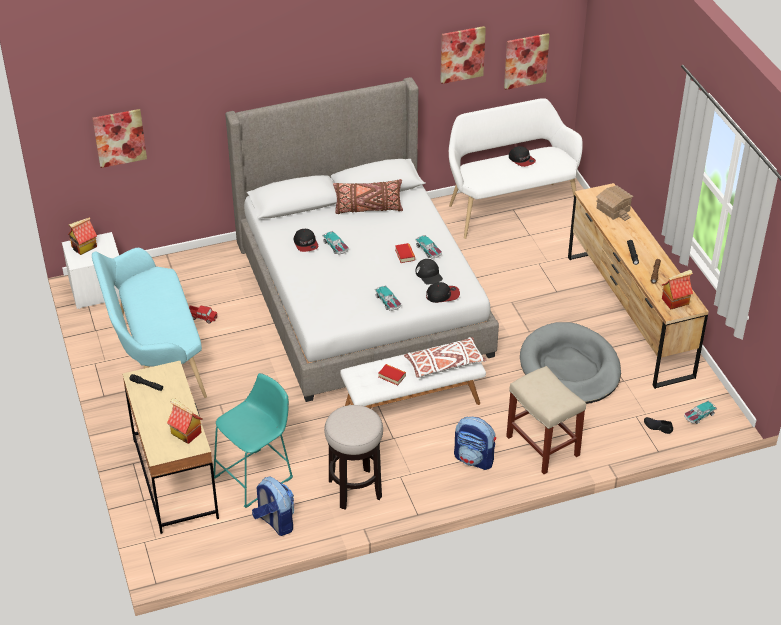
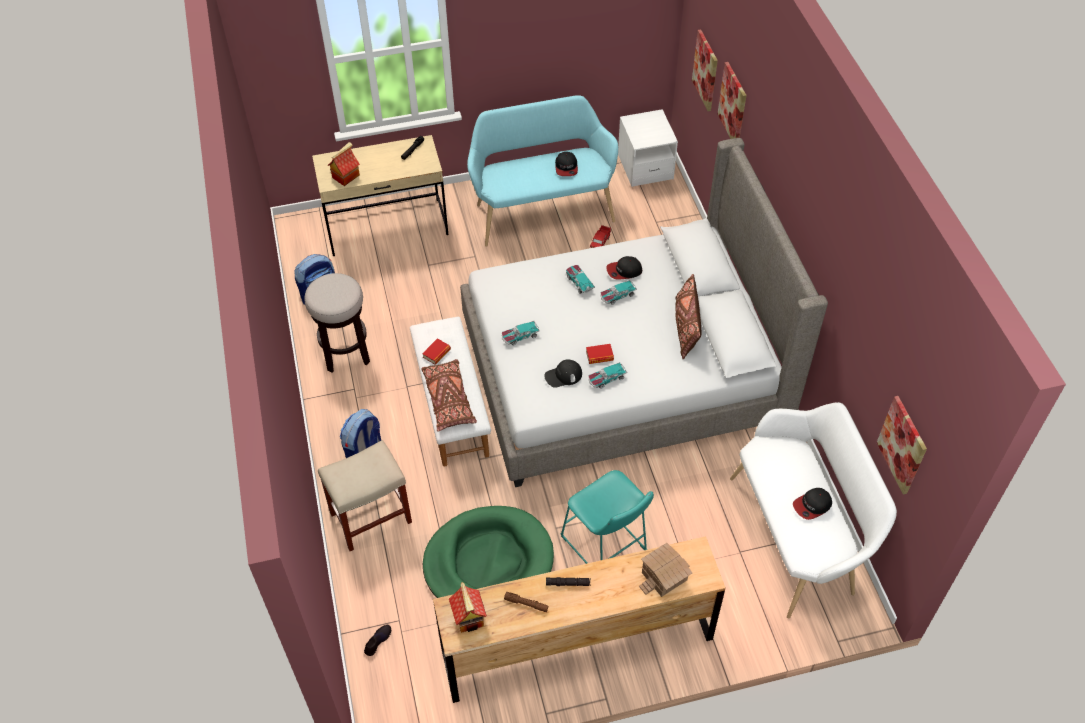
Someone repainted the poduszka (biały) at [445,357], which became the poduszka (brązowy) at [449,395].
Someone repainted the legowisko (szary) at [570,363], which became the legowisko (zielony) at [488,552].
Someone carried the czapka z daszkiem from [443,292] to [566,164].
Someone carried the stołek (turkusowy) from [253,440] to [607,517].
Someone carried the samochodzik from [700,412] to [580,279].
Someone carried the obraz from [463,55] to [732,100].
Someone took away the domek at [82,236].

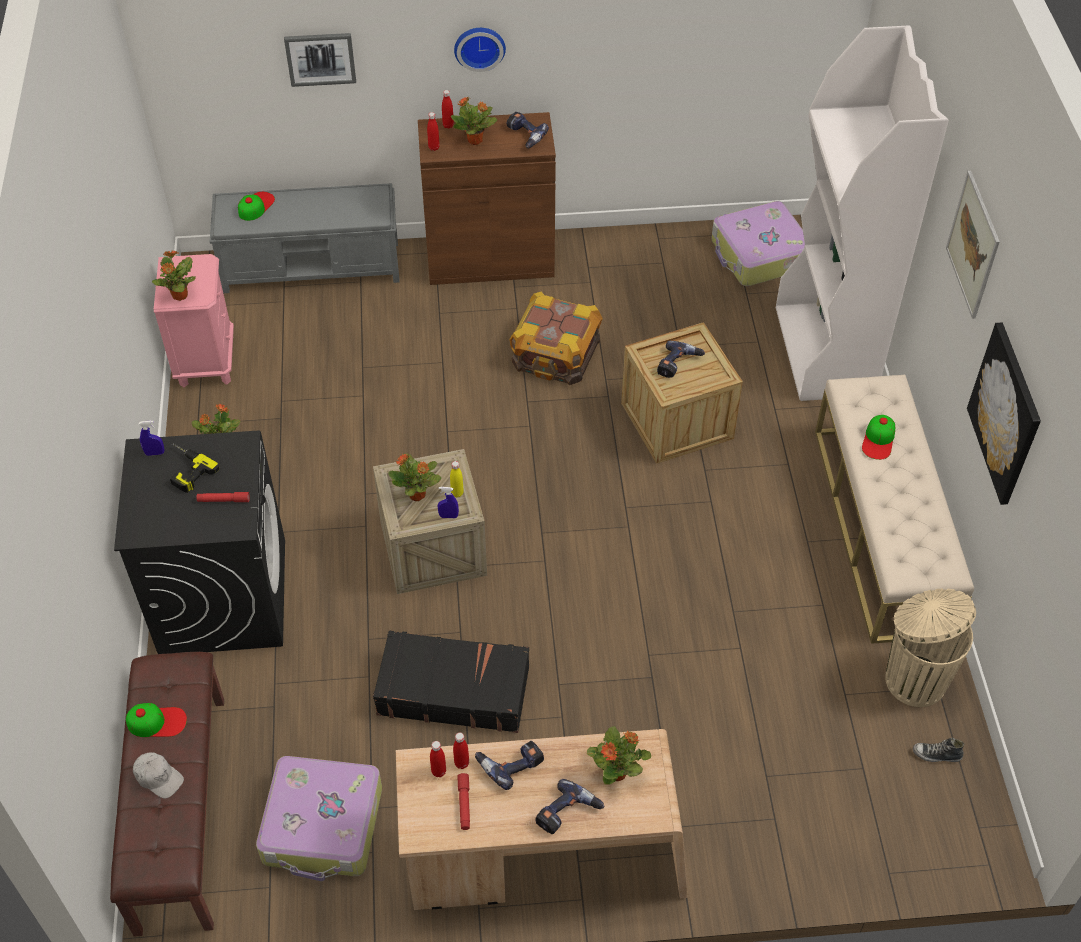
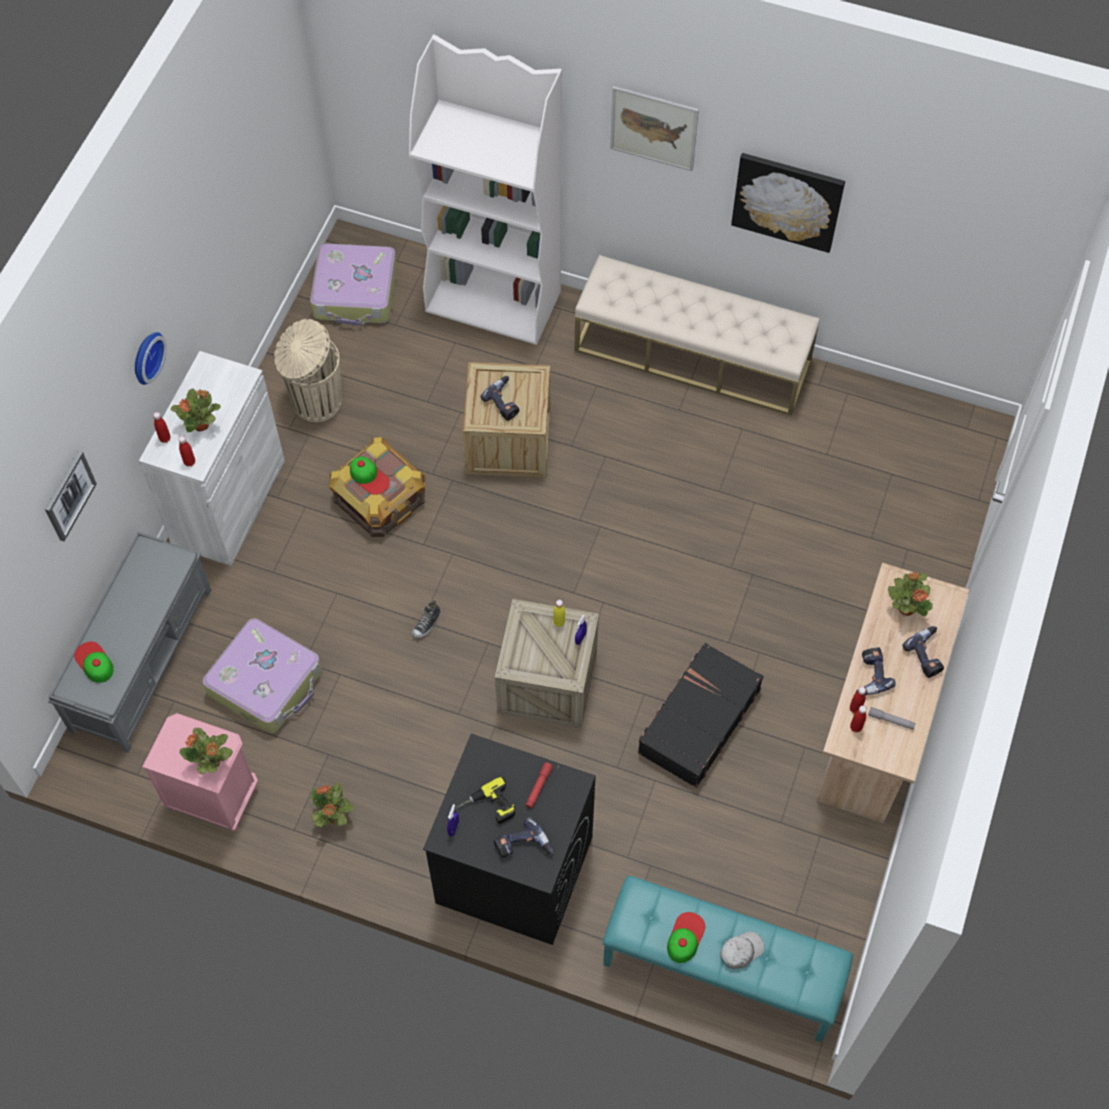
Someone repainted the szafka (brązowy) at [487,198], which became the szafka (biały) at [212,458].
Someone carried the walizka from [319,818] to [262,675].
Someone carried the kosz na śmieci (beżowy) from [930,647] to [308,370].
Someone carried the czapka z daszkiem from [878,437] to [370,476].
Someone carried the but from [939,750] to [426,619].
Someone carried the wiertarka from [528,130] to [524,837].
Someone repainted the ławka (brązowy) at [167,794], which became the ławka (turkusowy) at [728,959].
Someone repainted the latarka (czerwony) at [463,801], which became the latarka (szary) at [892,718].
Someone took away the roślina doniczkowa at [414,477].

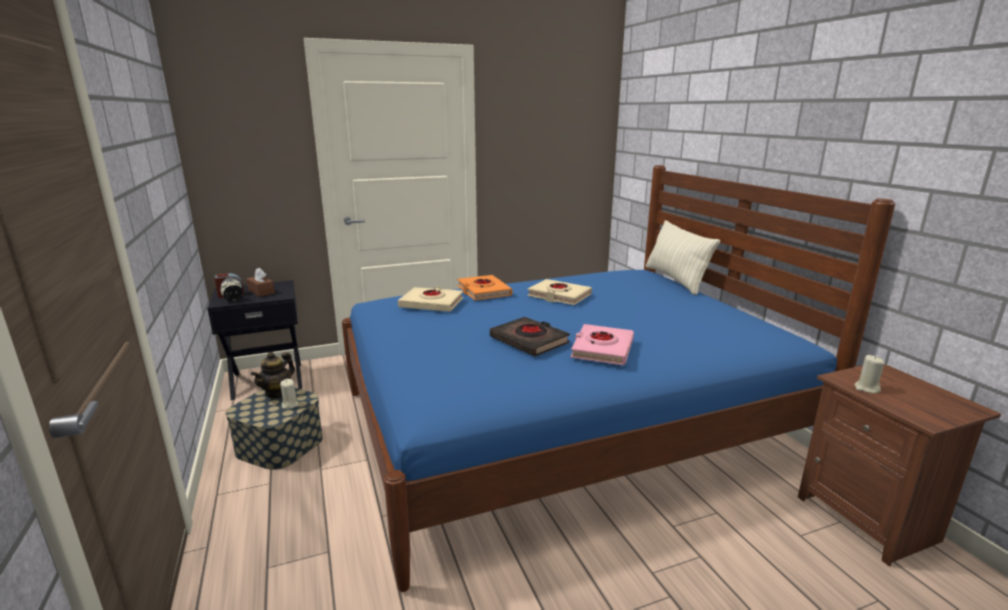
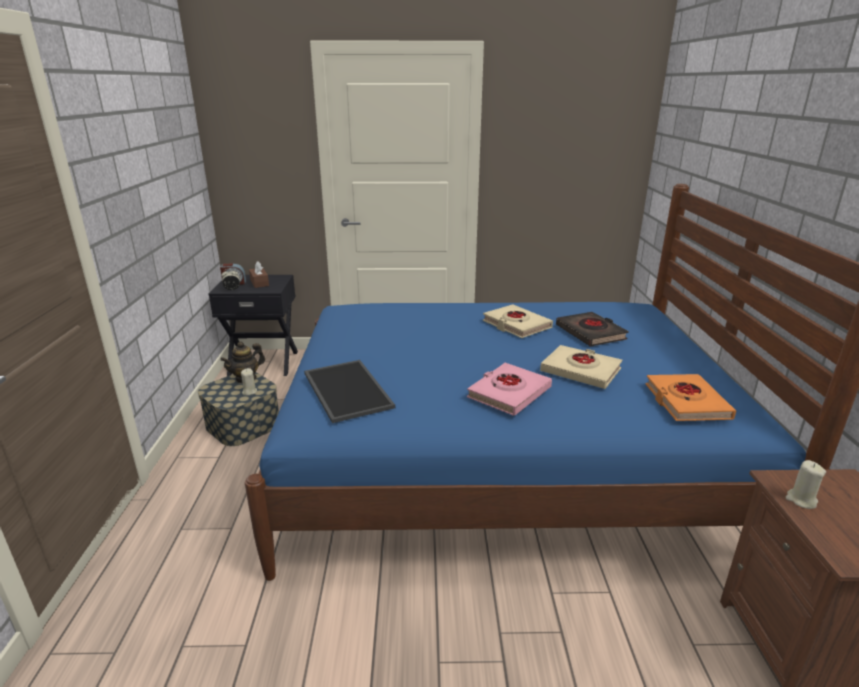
Someone put down the taca at [349,391].
Someone carried the książka (beżowy) from [430,299] to [581,367].
Someone carried the książka (czarny) from [530,337] to [592,329].
Someone carried the książka (pomarańczowy) from [485,288] to [691,397].
Someone took away the poduszka (beżowy) at [683,257].

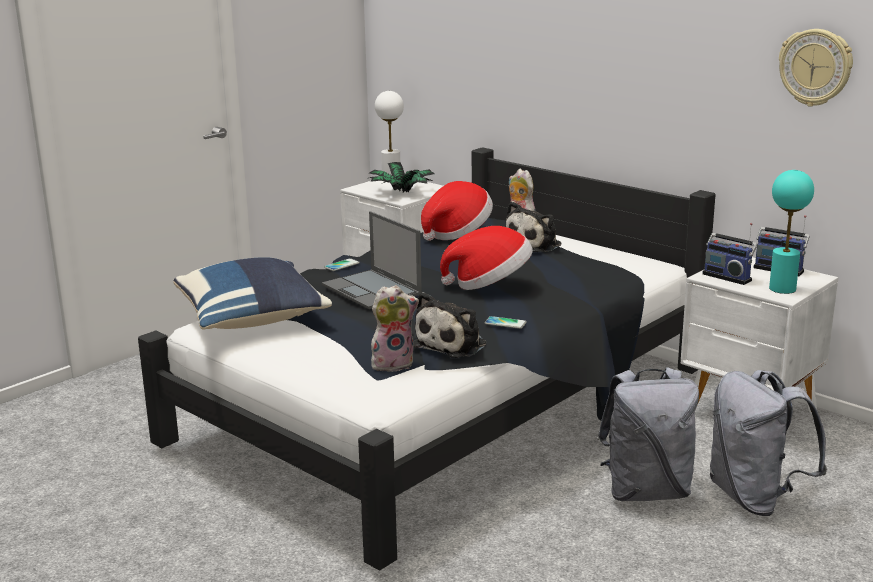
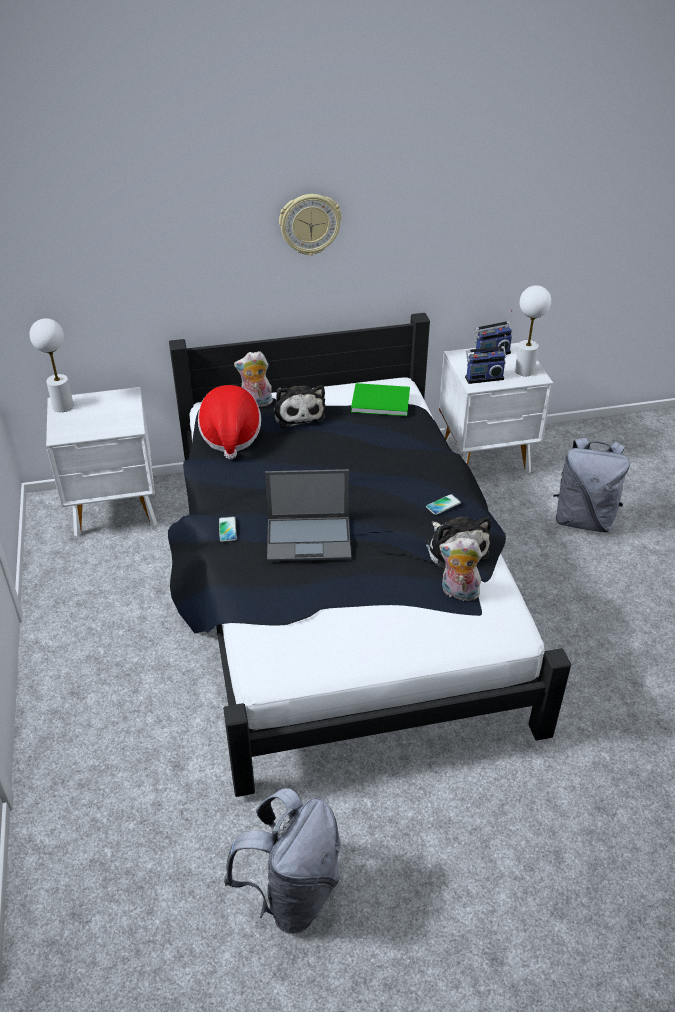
Someone carried the plecak (szary) from [648,434] to [282,861].
Someone carried the zegar ścienny from [816,68] to [310,225].
Someone put down the książka (zielony) at [380,399].
Someone rotated the pluszak at [395,328] by 90 degrees counterclockwise.
Someone repainted the lampa stołowa (turkusowy) at [791,232], which became the lampa stołowa (biały) at [533,330].
Someone took away the poduszka (niebieski) at [252,293].
Someone took away the roślina doniczkowa at [402,177].
Someone took away the kapelusz at [486,258].

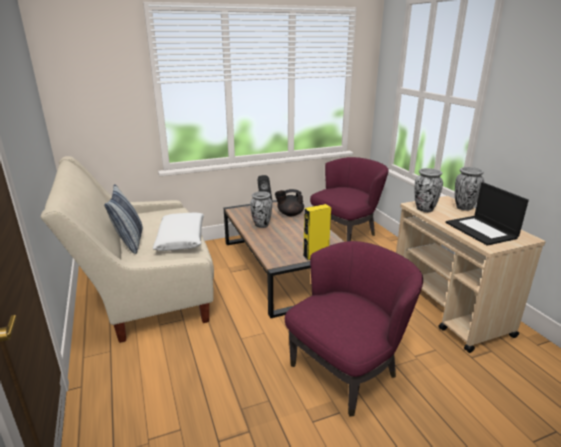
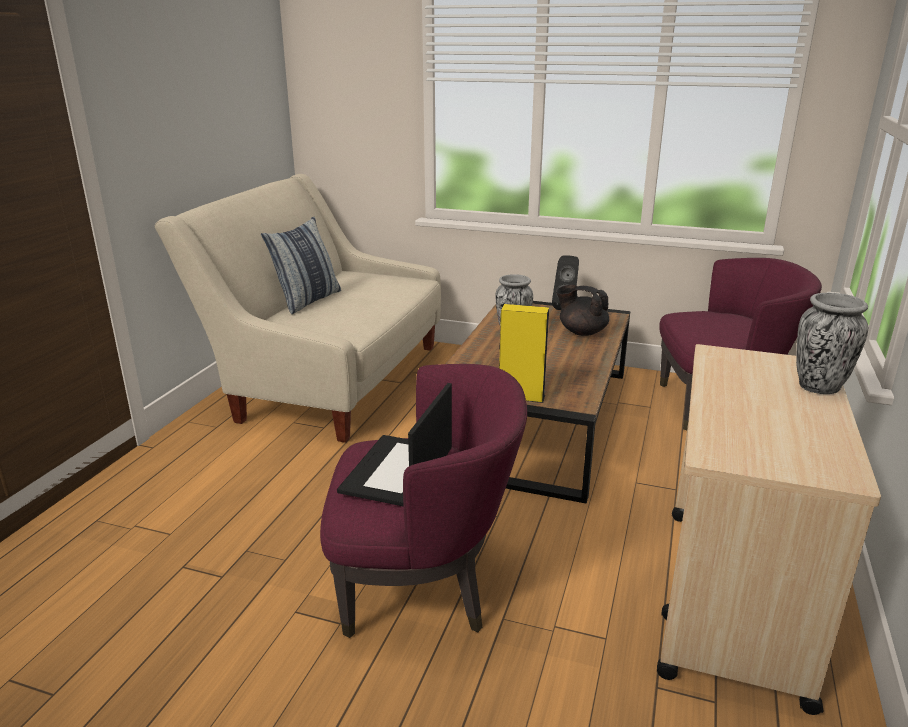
Someone carried the laptop from [487,214] to [394,445].
Someone took away the poduszka (biały) at [178,232].
Someone took away the wazon at [429,190].

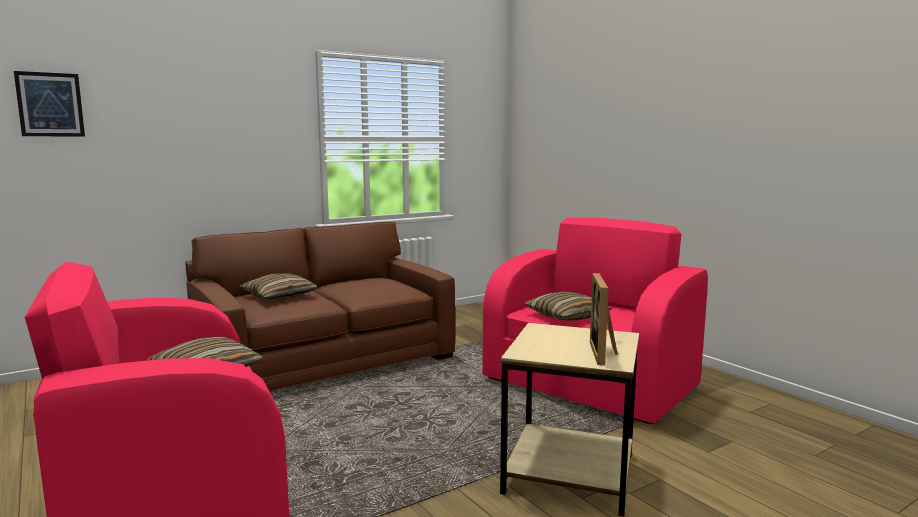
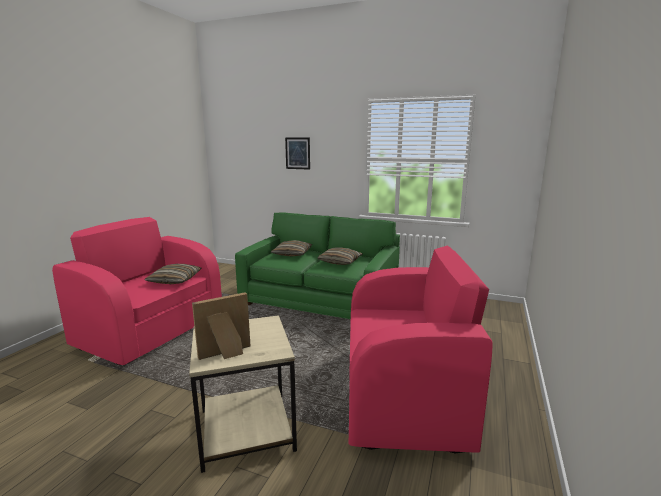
Someone repainted the kanapa (brązowy) at [320,306], which became the kanapa (zielony) at [317,266].
Someone carried the obraz from [49,103] to [297,153].
Someone carried the poduszka from [568,306] to [340,256].

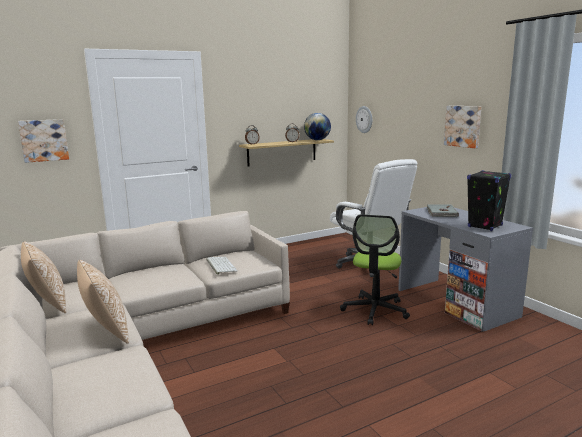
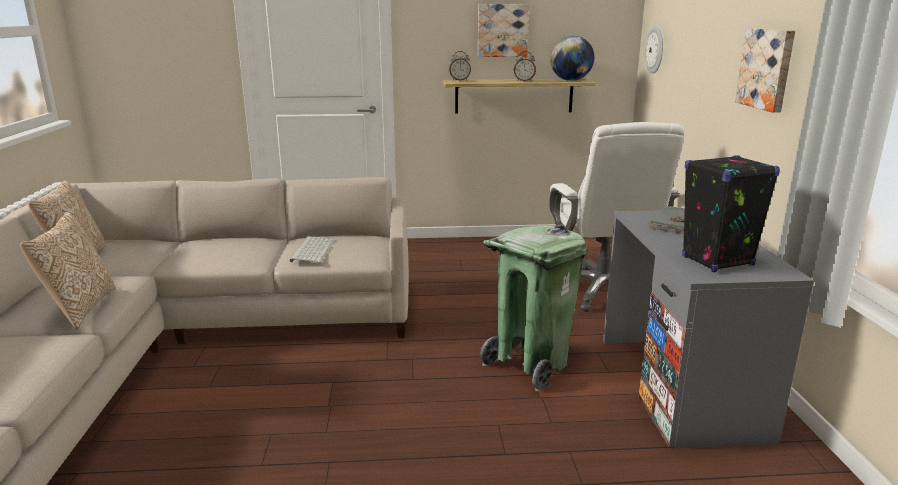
Someone carried the obraz from [43,141] to [503,30].
Someone swapped the krzesło biurowe at [375,269] for the kosz na śmieci (zielony) at [533,307].

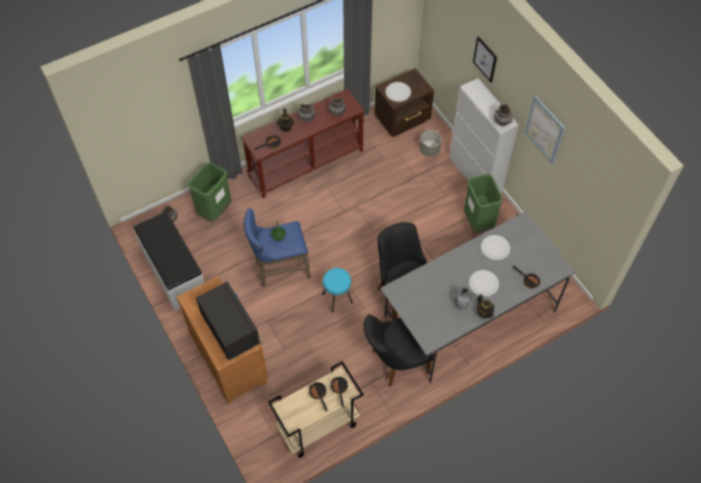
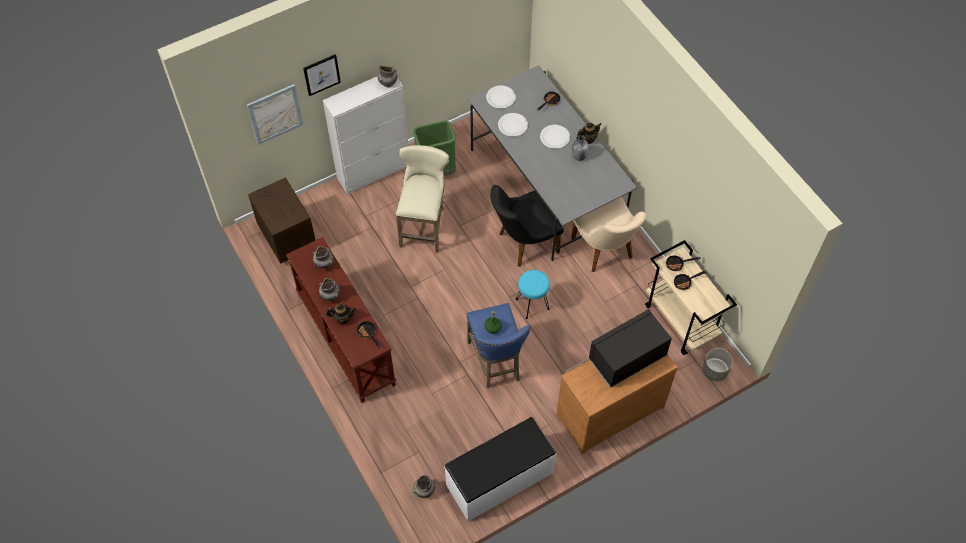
Someone carried the obraz from [544,129] to [275,114].
Someone put down the stołek (beżowy) at [423,199].
Someone carried the talerz (biały) from [398,92] to [501,97].
Someone repainted the krzesło (czarny) at [398,351], which became the krzesło (beżowy) at [608,234].
Someone carried the donica (szary) from [431,143] to [717,365].
Someone took away the kosz na śmieci (zielony) at [210,192].

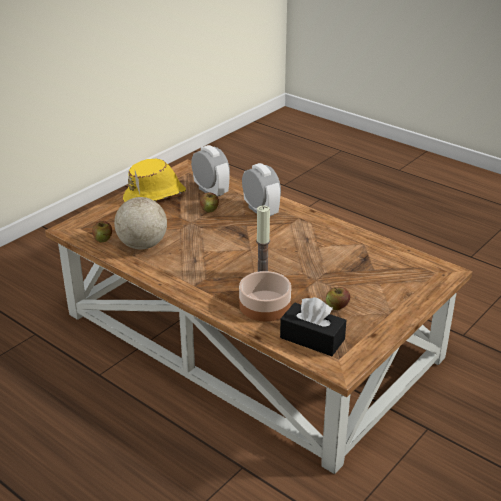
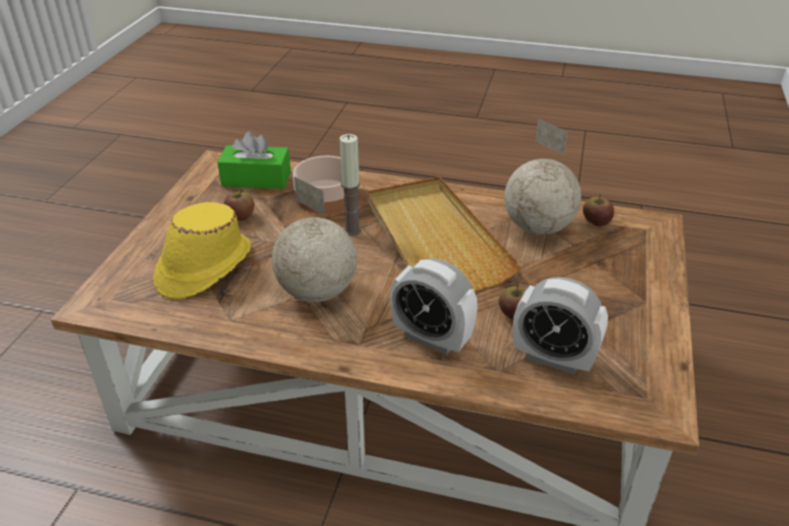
Someone carried the kapelusz (żółty) from [154,180] to [202,250].
Someone repainted the pudełko chusteczek (czarny) at [313,326], which became the pudełko chusteczek (zielony) at [254,160].
Someone put down the globus at [314,239].
Someone put down the taca (beżowy) at [444,234].

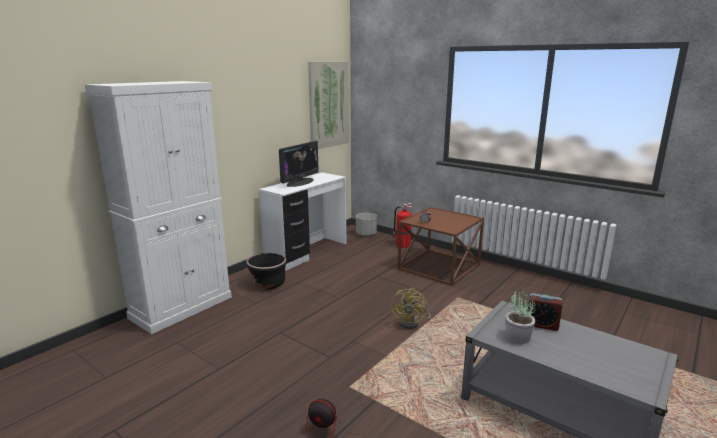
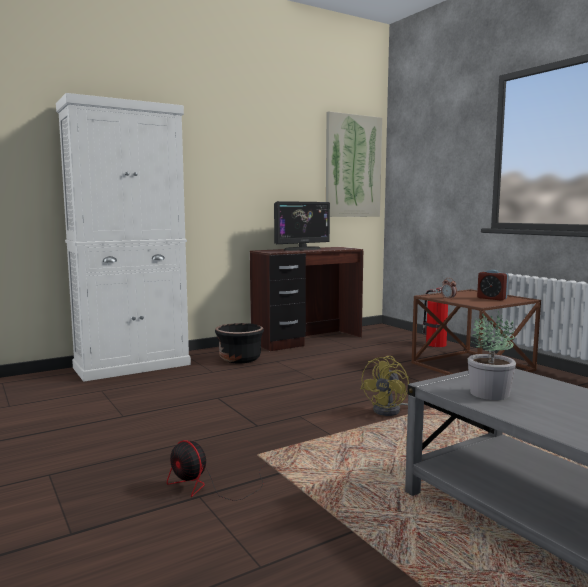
Someone repainted the biurko (biały) at [302,221], which became the biurko (brązowy) at [306,299].
Someone carried the budzik from [545,312] to [492,285].
Someone took away the donica (szary) at [366,224].

